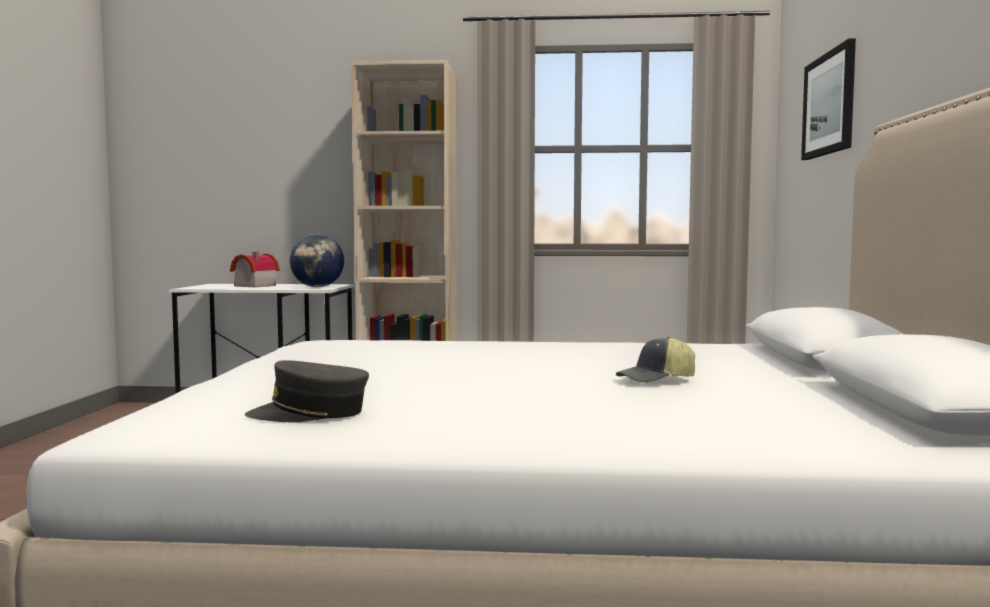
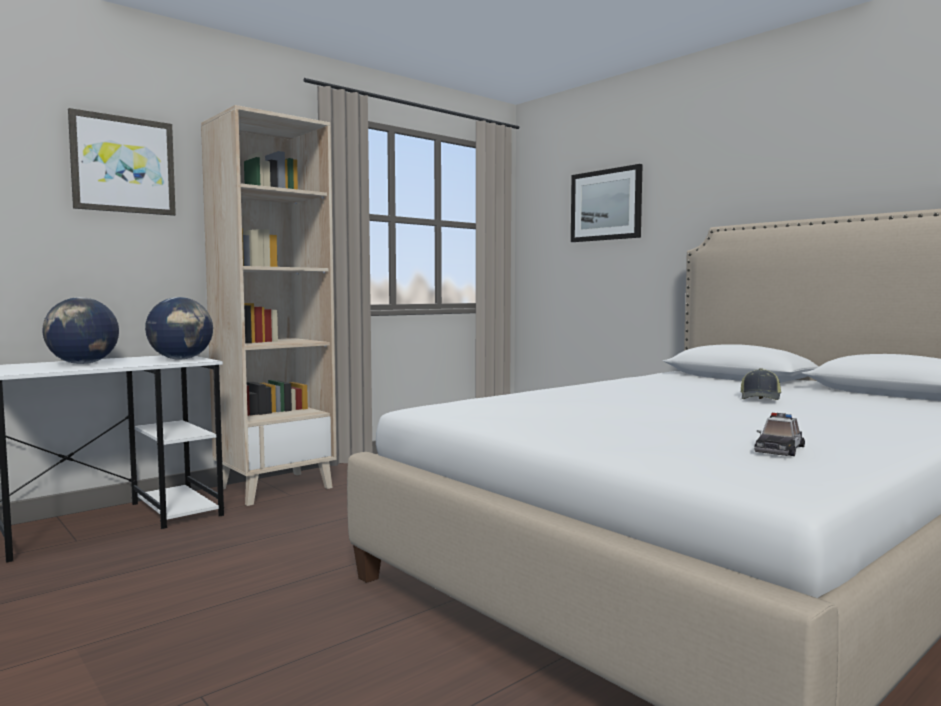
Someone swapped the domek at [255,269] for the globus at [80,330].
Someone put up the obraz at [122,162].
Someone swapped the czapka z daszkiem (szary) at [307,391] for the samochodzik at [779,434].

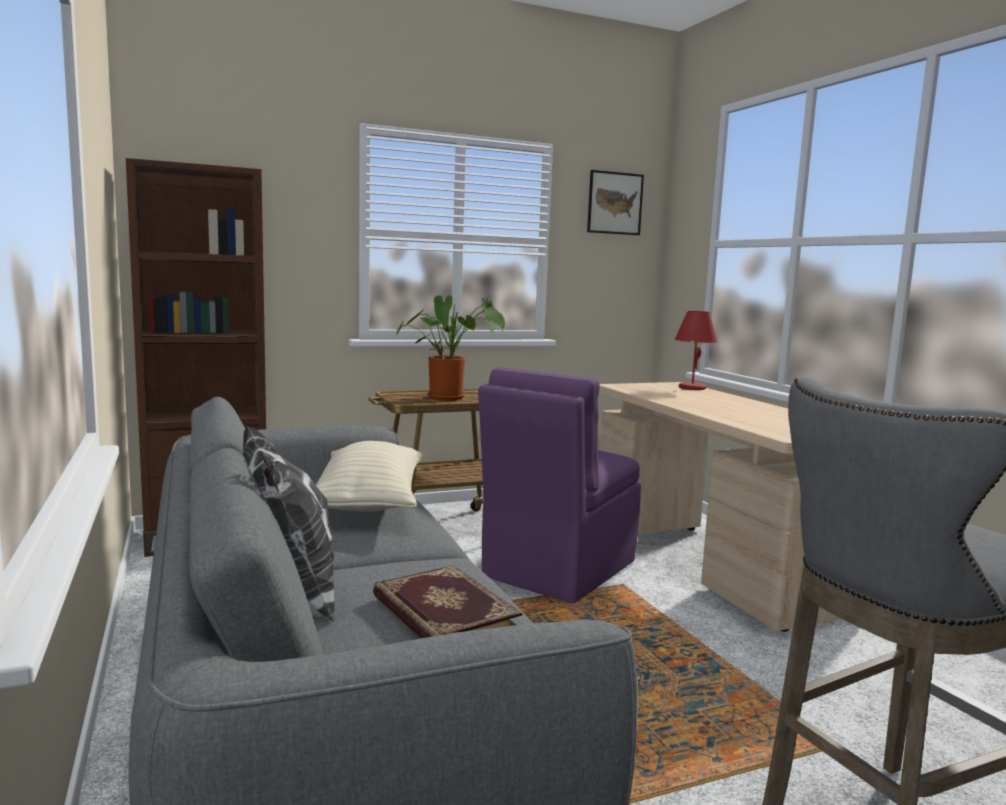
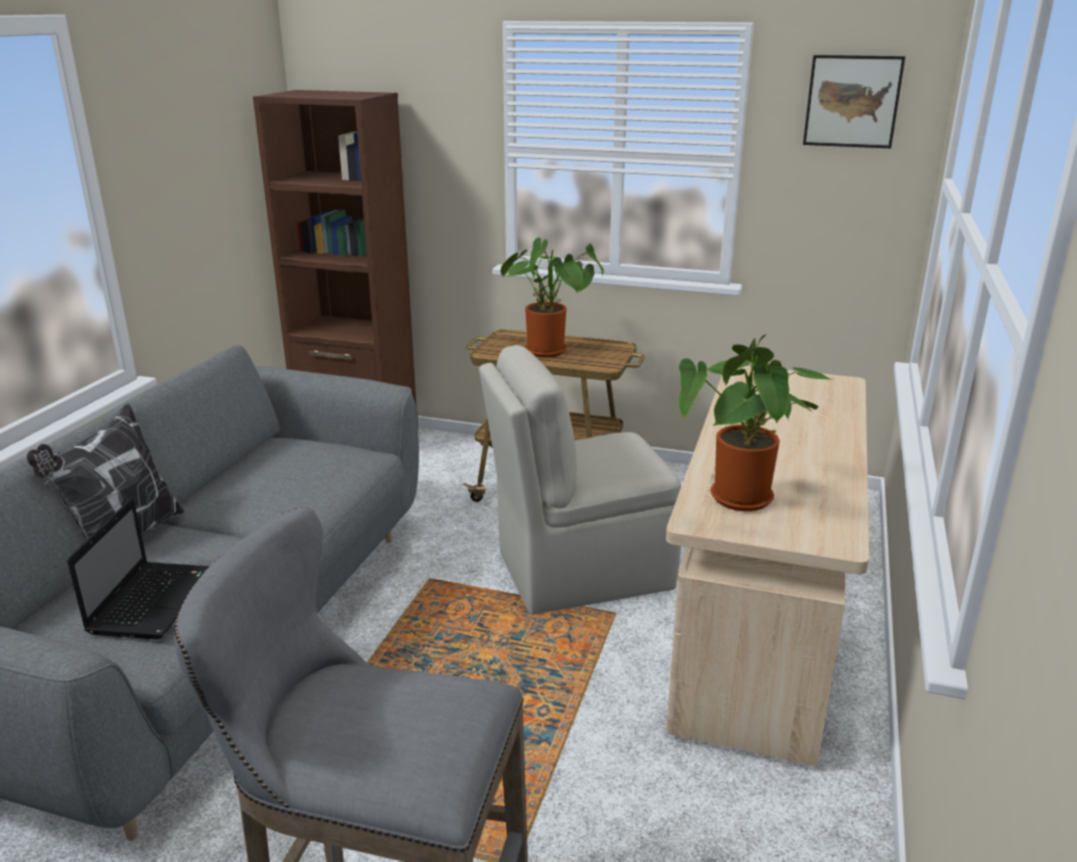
Someone swapped the książka at [447,601] for the laptop at [138,568].
Someone repainted the krzesło (fioletowy) at [559,485], which became the krzesło (beżowy) at [580,479].
Someone put down the roślina doniczkowa at [755,422].
Someone took away the poduszka (beżowy) at [369,476].
Someone took away the lampa stołowa (czerwony) at [696,350].

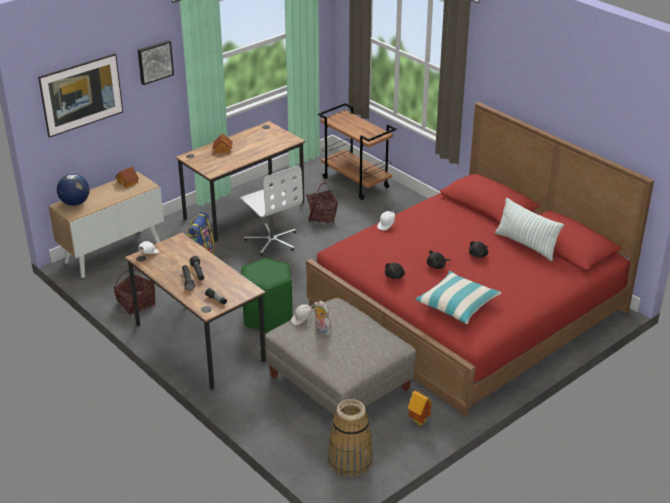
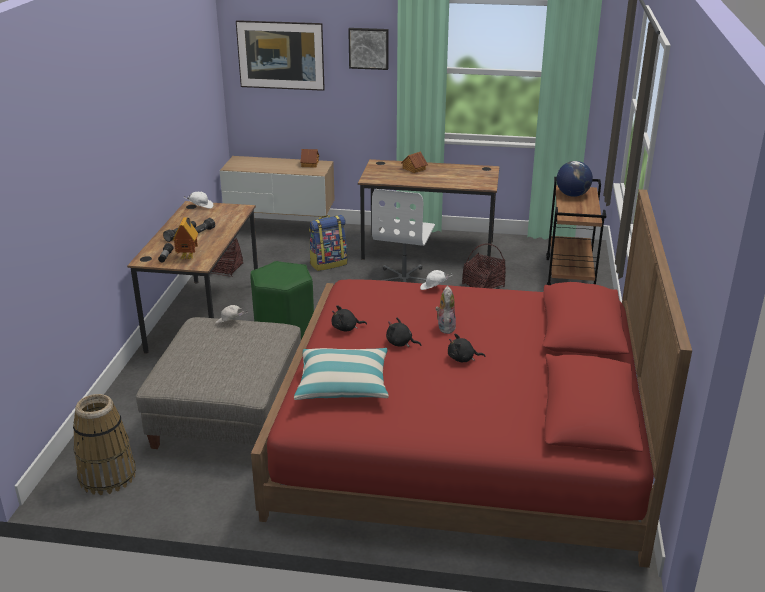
Someone carried the domek from [420,408] to [185,238].
Someone carried the pluszak from [323,318] to [445,310].
Someone carried the globus from [73,190] to [574,179].
Someone took away the poduszka at [529,229].

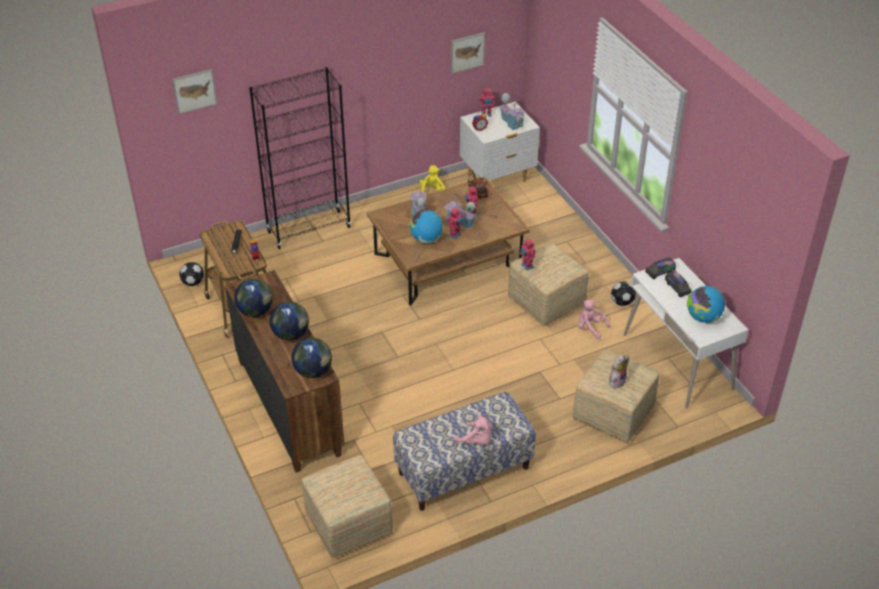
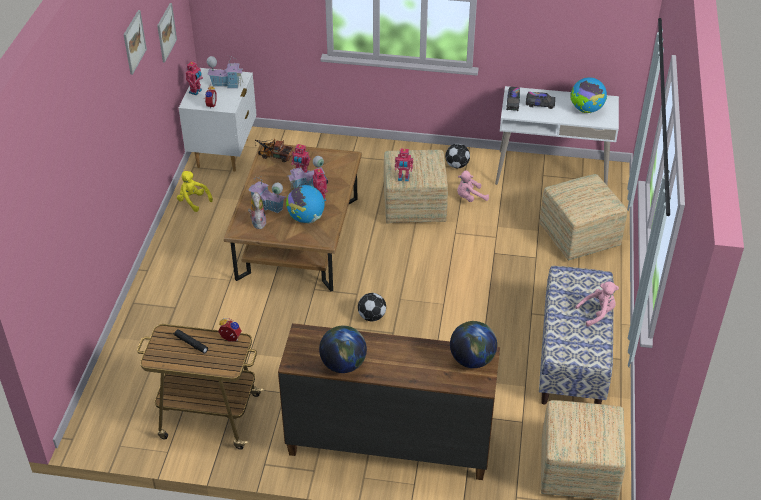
Someone carried the obraz from [194,91] to [135,42].
Someone carried the pluszak from [619,371] to [257,210].
Someone carried the piłka futbolowa from [191,274] to [372,307].
Someone took away the regał (czarny) at [300,158].
Someone took away the globus at [289,321].

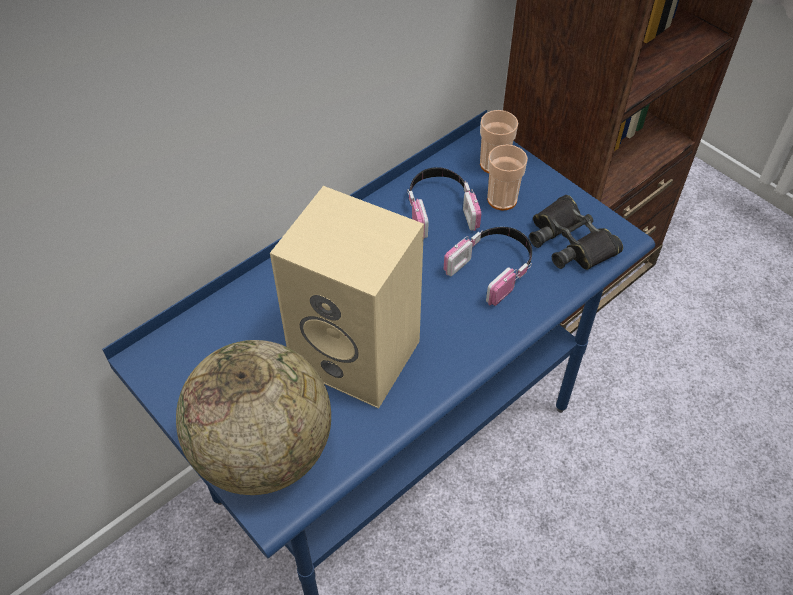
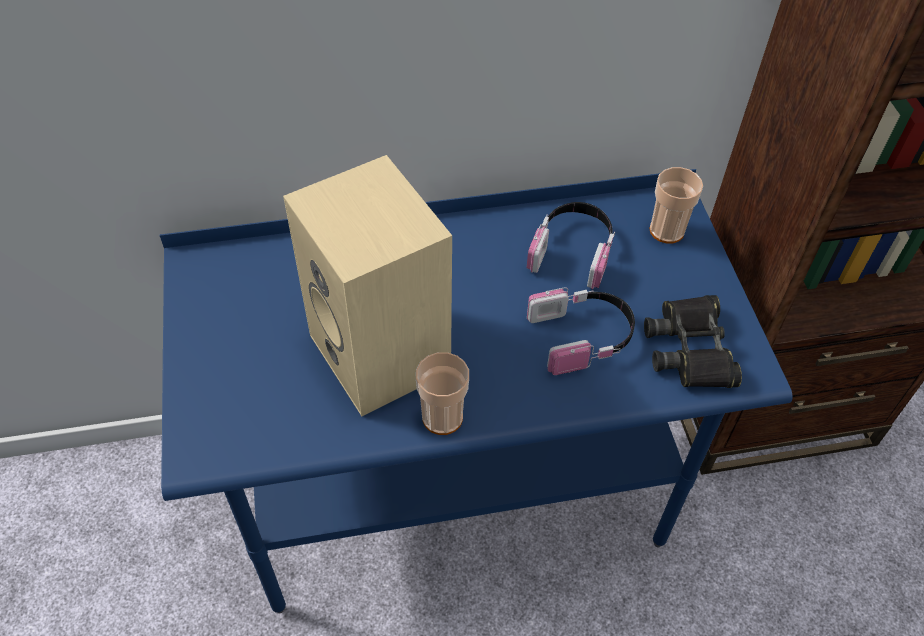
Someone carried the filiżanka from [507,177] to [442,393].
Someone took away the globus at [253,417].

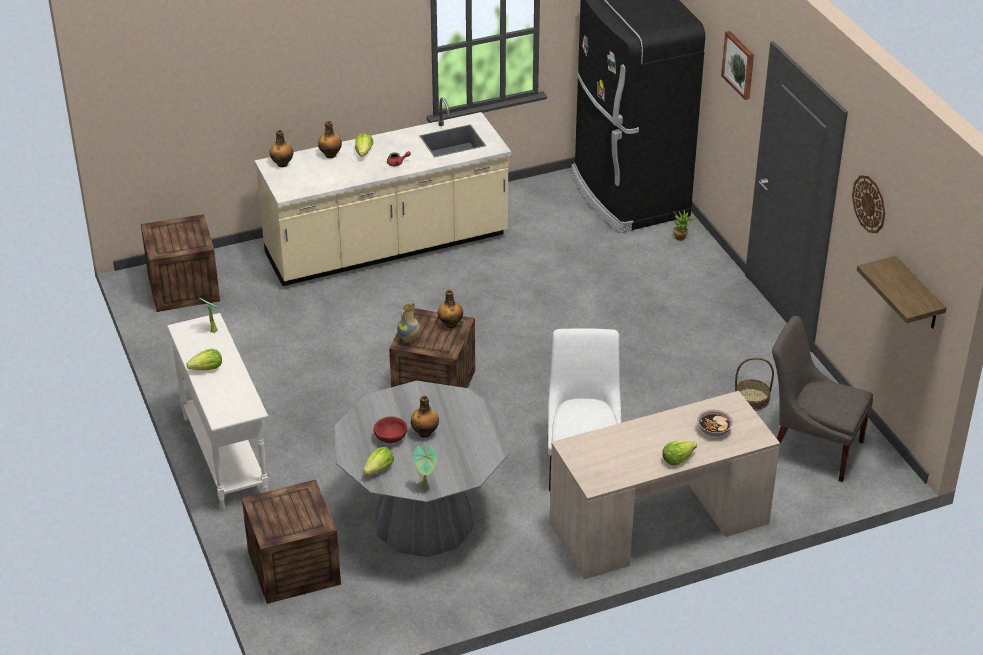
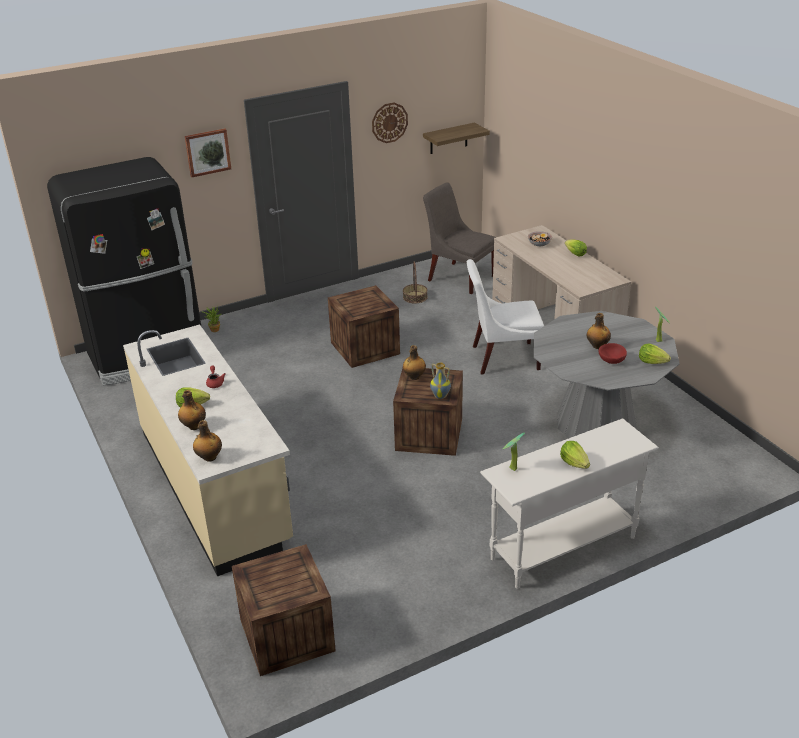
Someone carried the skrzynka from [291,542] to [364,326].
Someone rotated the krzesło (szary) at [822,399] by 105 degrees clockwise.

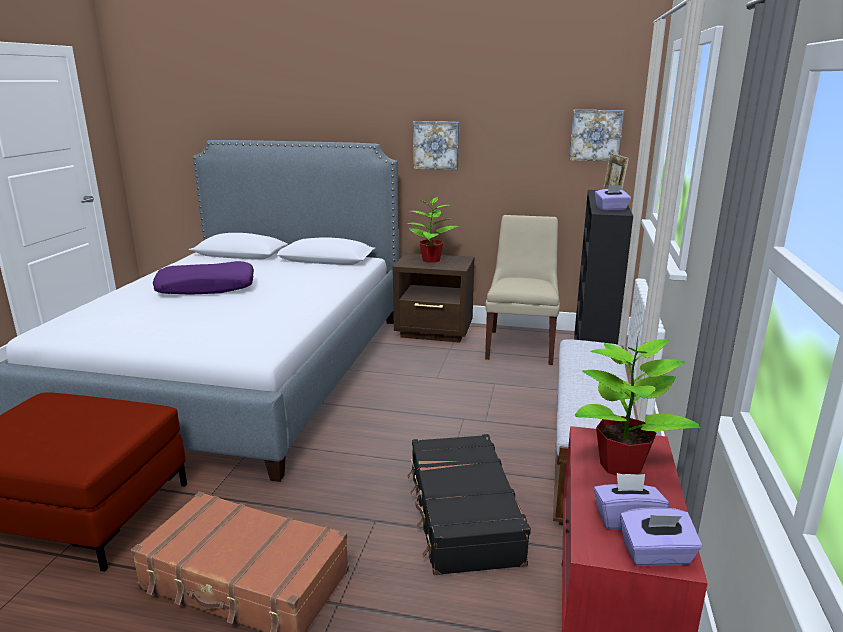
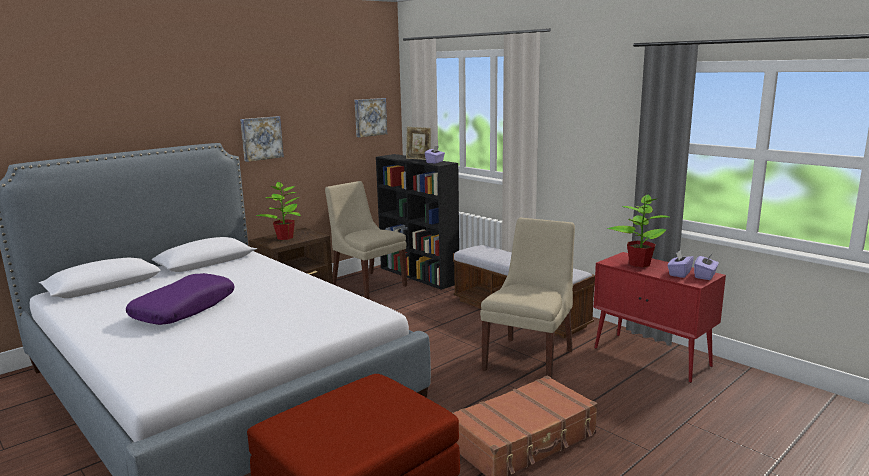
Someone swapped the walizka (czarny) at [469,504] for the krzesło (beżowy) at [527,298].

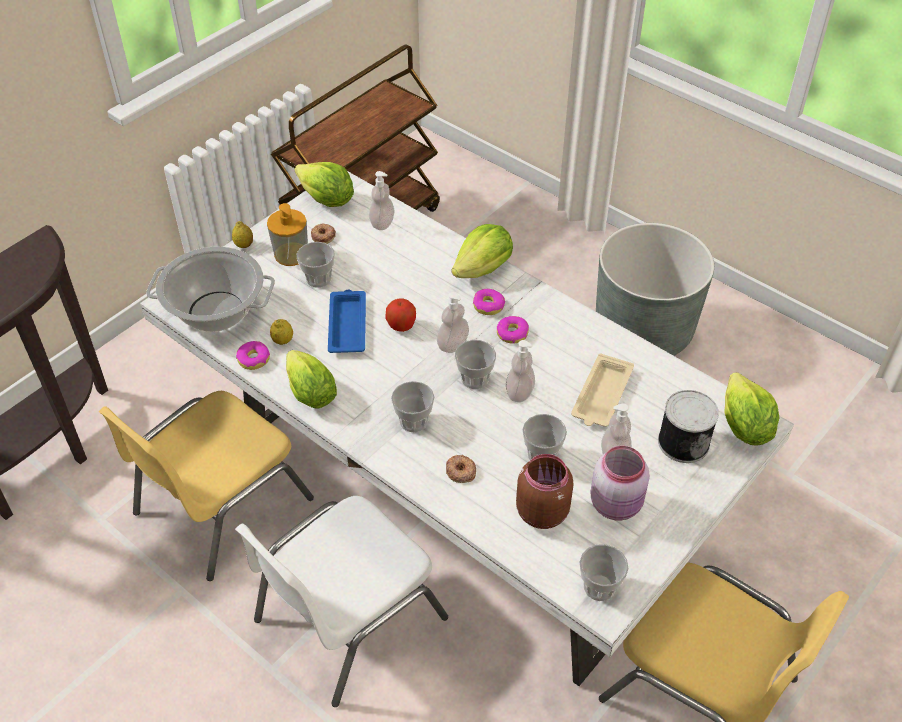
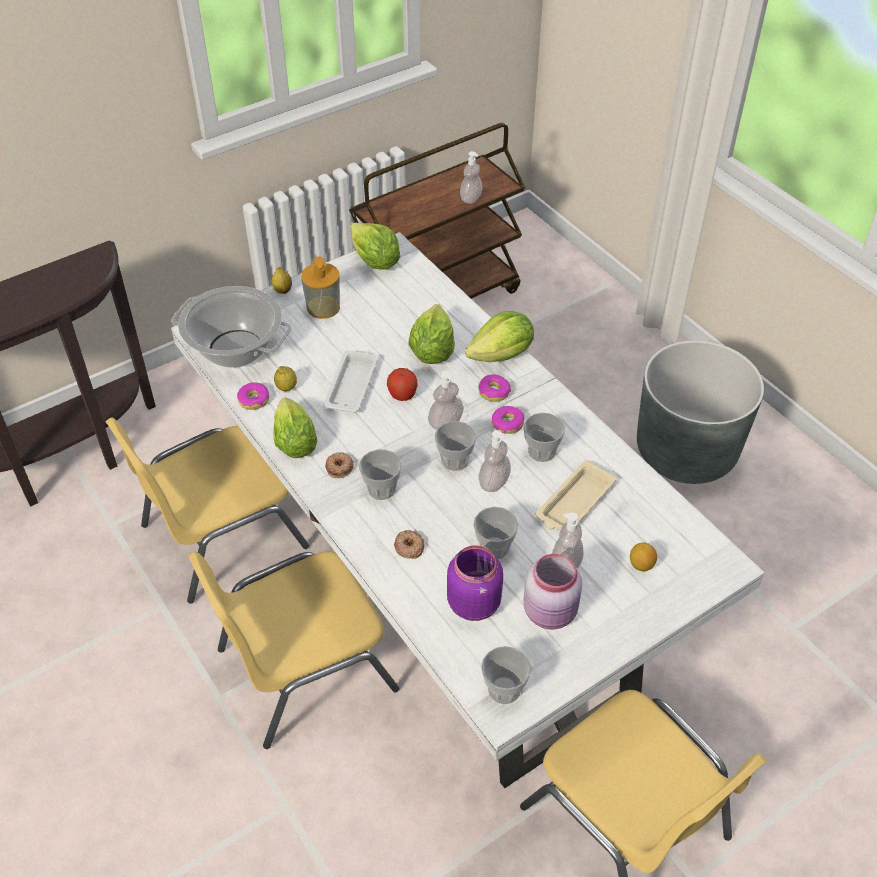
Someone repainted the krzesło (biały) at [341,601], which became the krzesło (żółty) at [293,650].
Someone repainted the taca (niebieski) at [347,321], which became the taca (biały) at [350,381].
Someone carried the donut from [323,233] to [339,465].
Someone carried the sałata from [752,408] to [432,334].
Someone repainted the słoik (brązowy) at [545,491], which became the słoik (fioletowy) at [475,583].
Someone carried the dozownik mydła from [382,200] to [471,177].
Someone carried the filiżanka from [316,265] to [544,437].
Someone swapped the puszka at [688,426] for the cytryna at [643,557].

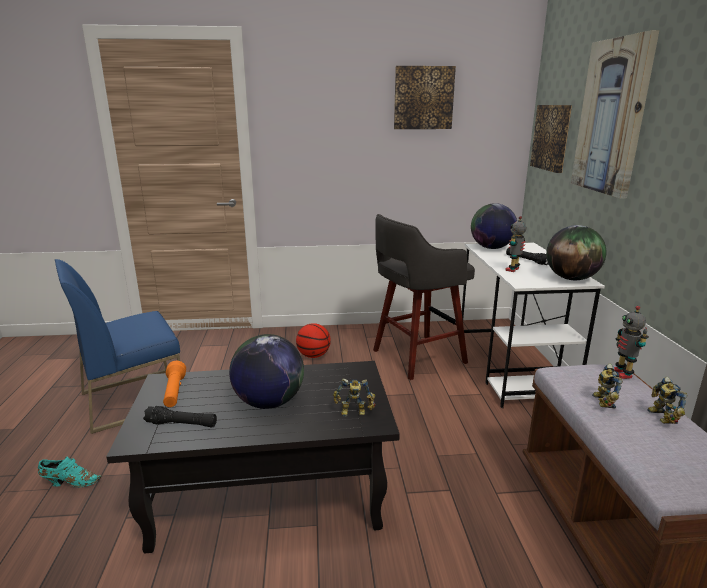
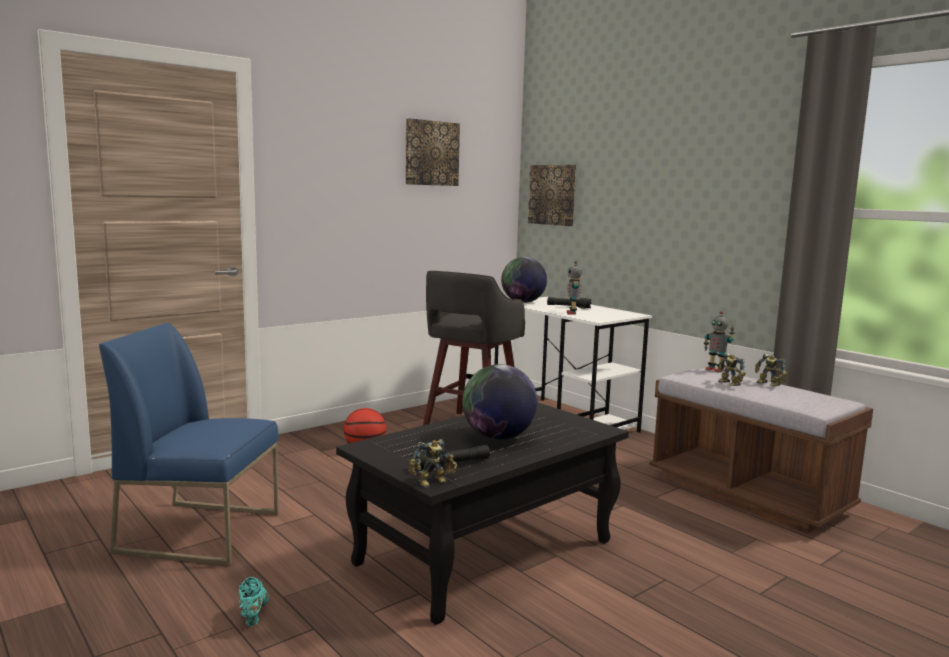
Someone rotated the krzesło (niebieski) at [117,346] by 75 degrees clockwise.
Someone rotated the but (turkusowy) at [70,472] by 60 degrees counterclockwise.
Someone carried the robot zabawkowy from [354,397] to [433,463].
Someone took away the latarka (pomarańczowy) at [174,384].
Someone took away the globus at [576,252].
Someone took away the obraz at [615,114].

